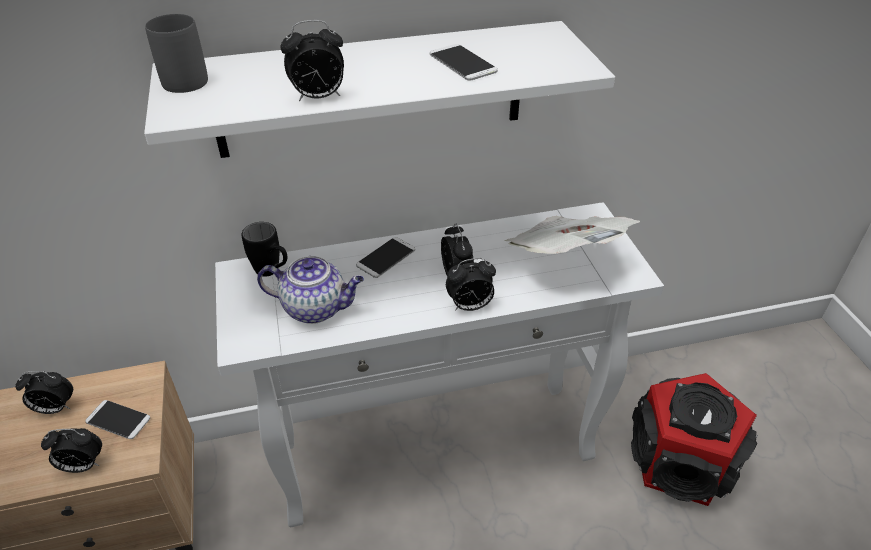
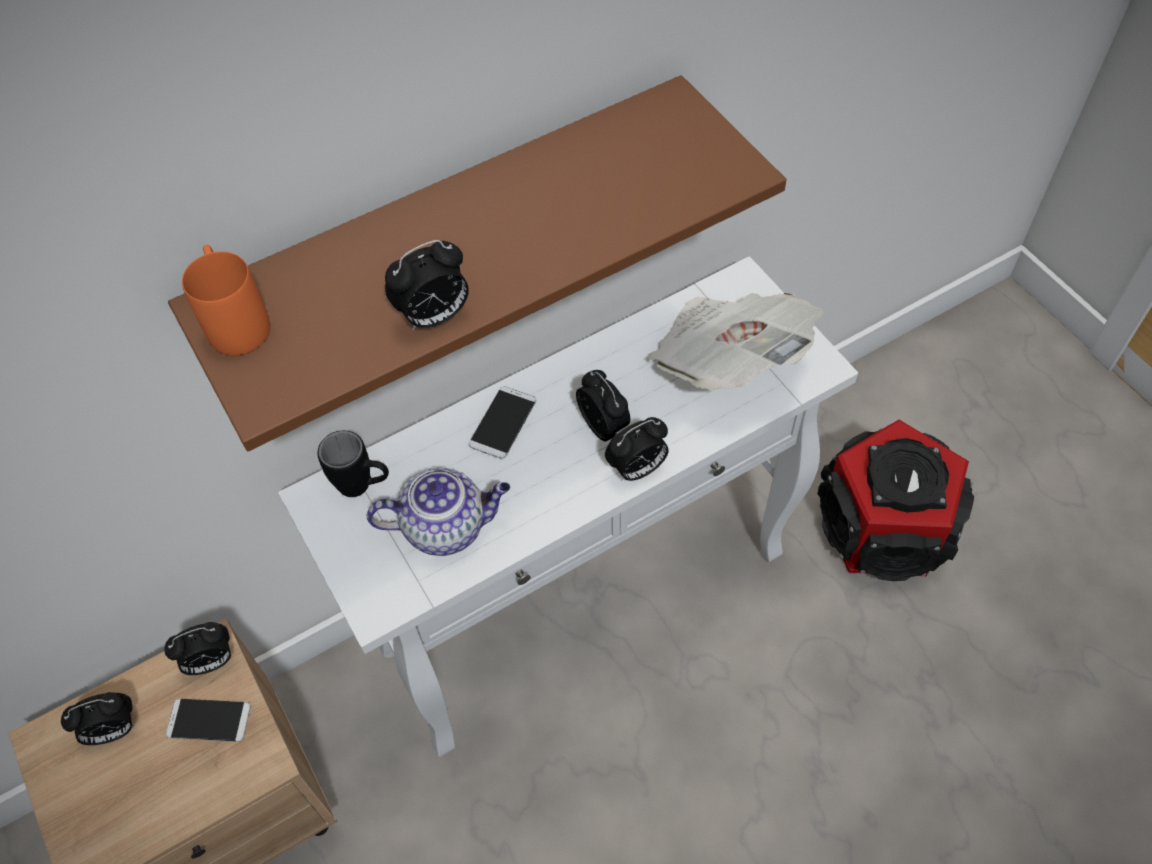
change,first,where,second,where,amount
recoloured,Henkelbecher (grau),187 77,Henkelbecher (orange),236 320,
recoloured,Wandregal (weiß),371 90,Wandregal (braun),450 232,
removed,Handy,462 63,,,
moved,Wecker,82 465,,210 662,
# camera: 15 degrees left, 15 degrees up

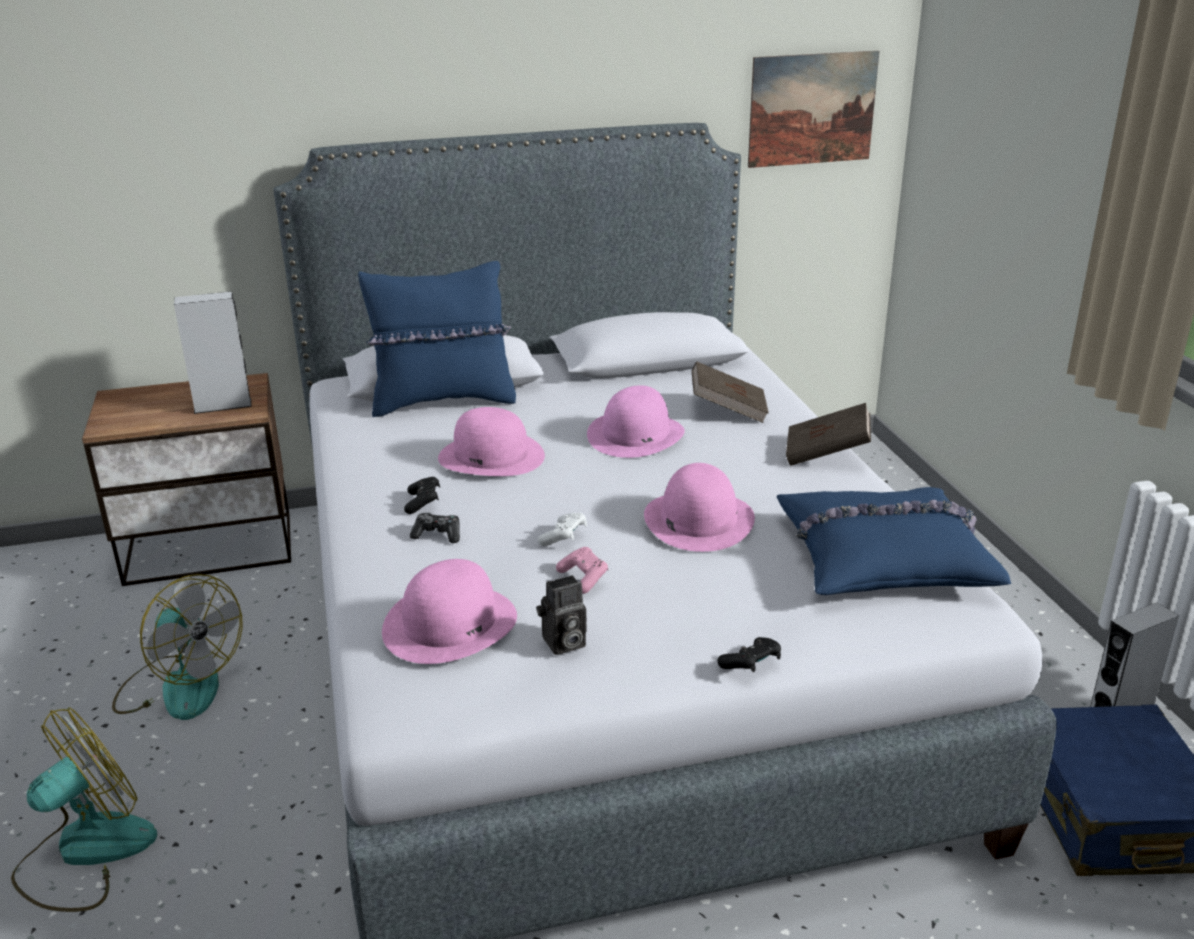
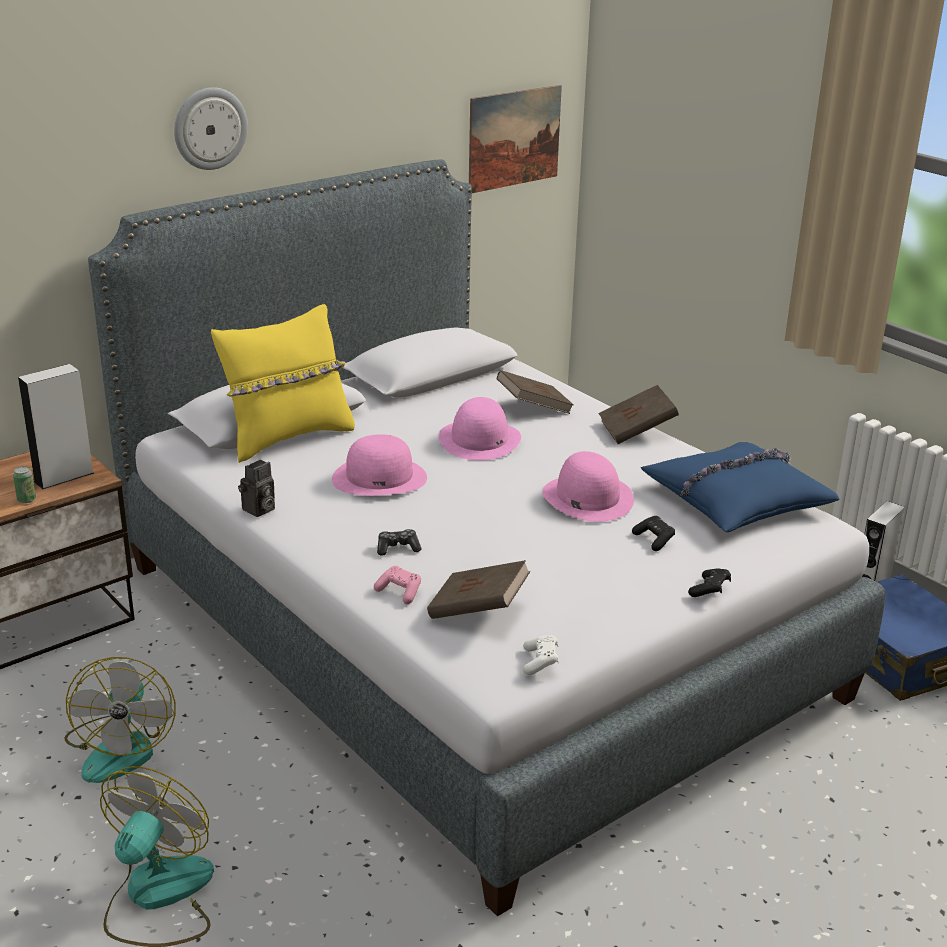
change,first,where,second,where,amount
recoloured,Kissen (blau),443 401,Kissen (gelb),288 438,
moved,Gamepad (schwarz),423 503,,654 540,
moved,Gamepad (weiß),564 538,,540 662,
moved,Gamepad (rosa),583 578,,399 592,
replaced,Hut (rosa),450 623,Buch (braun),478 610,
turned,Ventilator,180 686,,121 747,75 degrees clockwise
moved,Kamera,563 644,,258 510,
added,,,Wanduhr,209 128,
added,,,Dose,26 500,
# camera: 25 degrees left, 0 degrees up

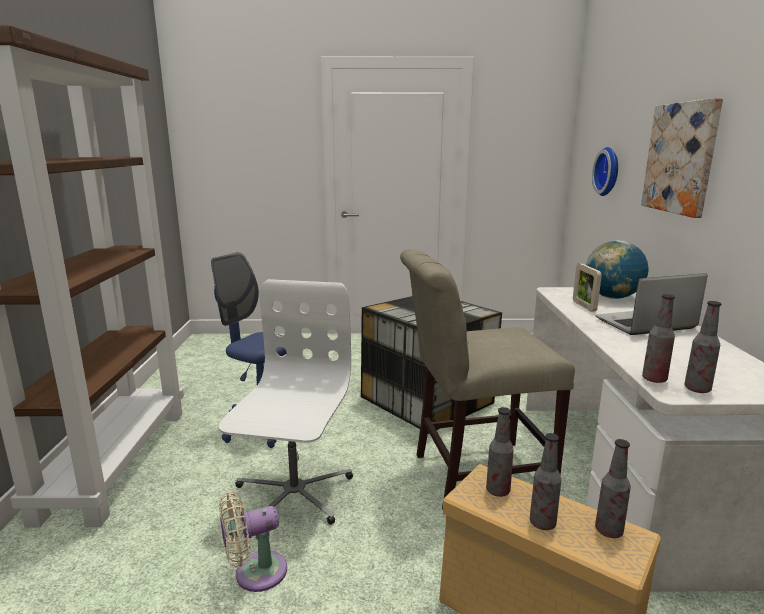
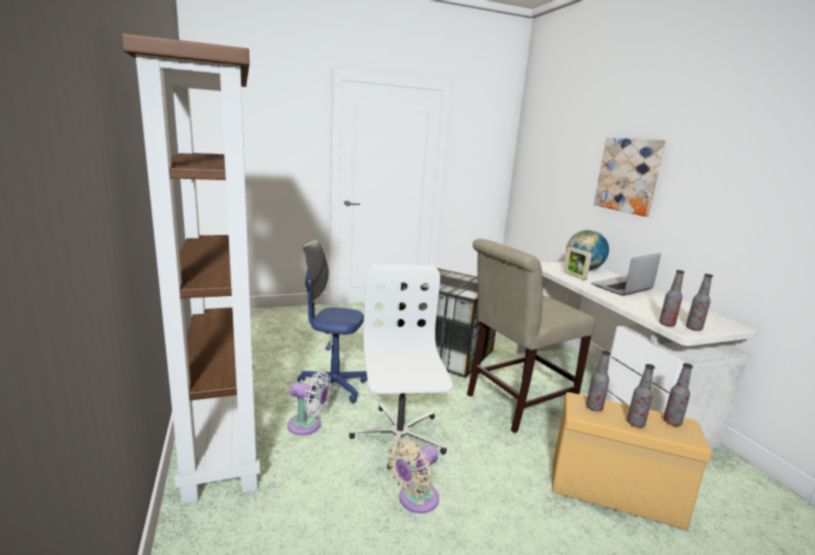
change,first,where,second,where,amount
removed,Wanduhr,609 171,,,
added,,,Ventilator (weiß),308 425,
# camera: 20 degrees left, 0 degrees up

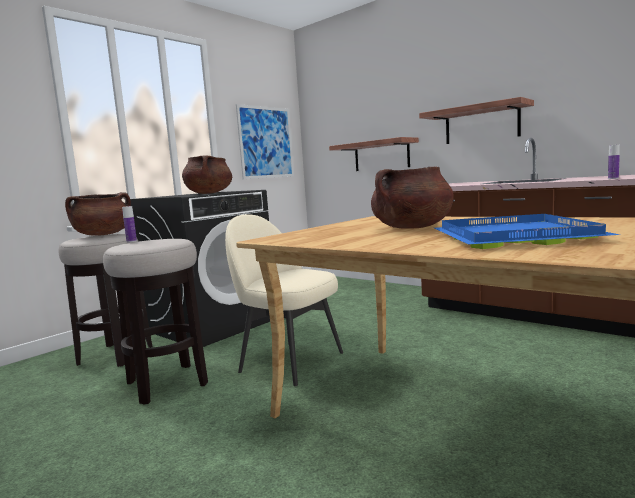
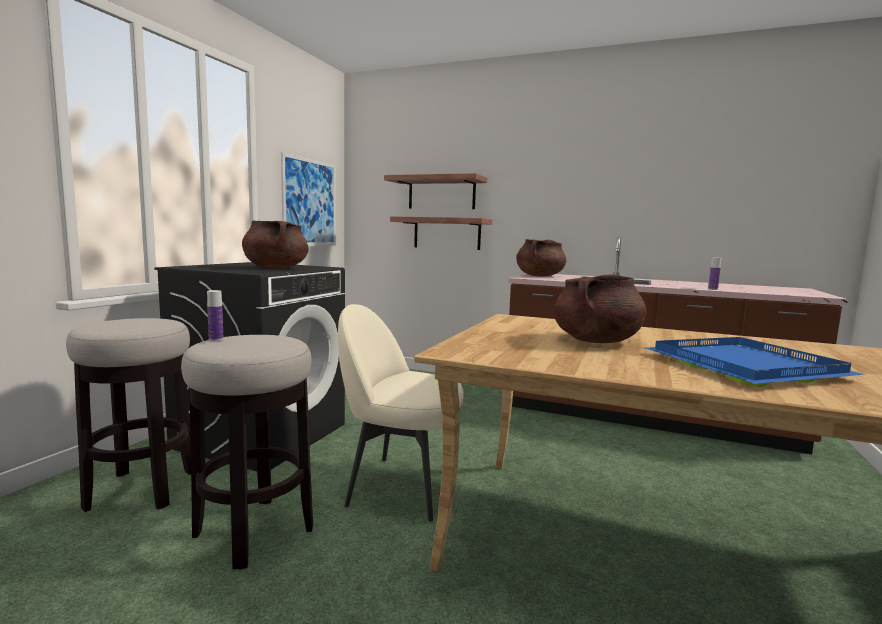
change,first,where,second,where,amount
moved,Wandregal,481 124,,441 193,
moved,Kochtopf (braun),103 235,,540 276,
# camera: 20 degrees left, 0 degrees up

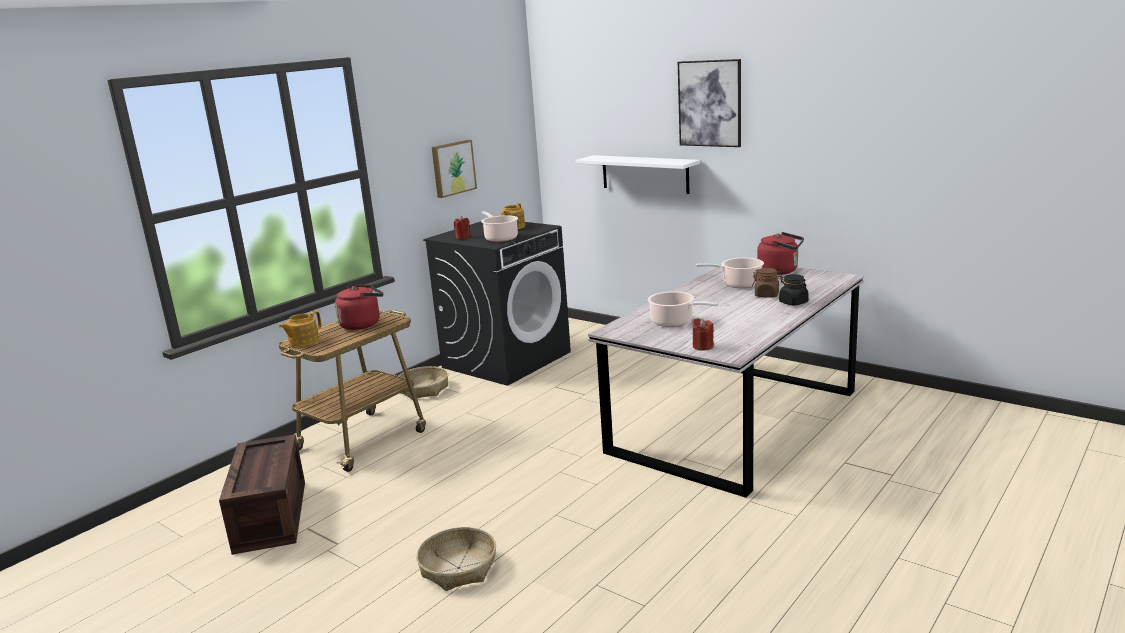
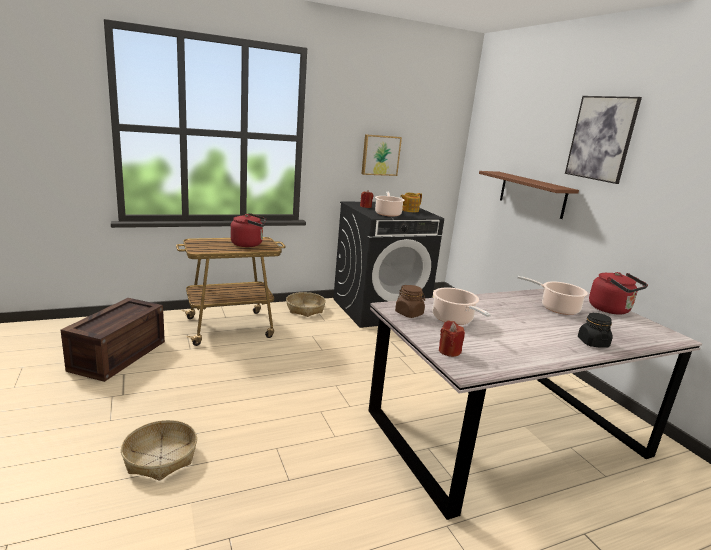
change,first,where,second,where,amount
recoloured,Wandregal (weiß),644 174,Wandregal (braun),532 194,
moved,Vorratsglas (braun),767 295,,409 313,
removed,Teekanne,303 341,,,
# camera: 25 degrees right, 0 degrees up

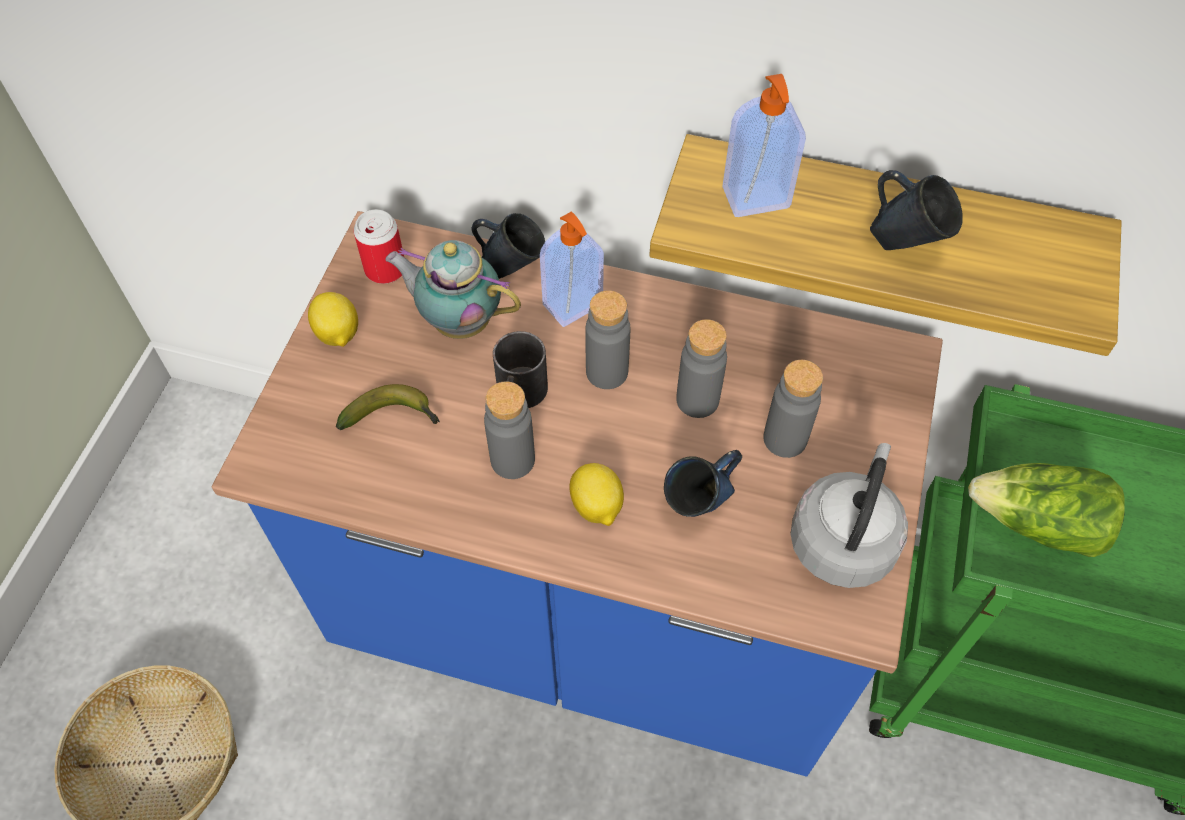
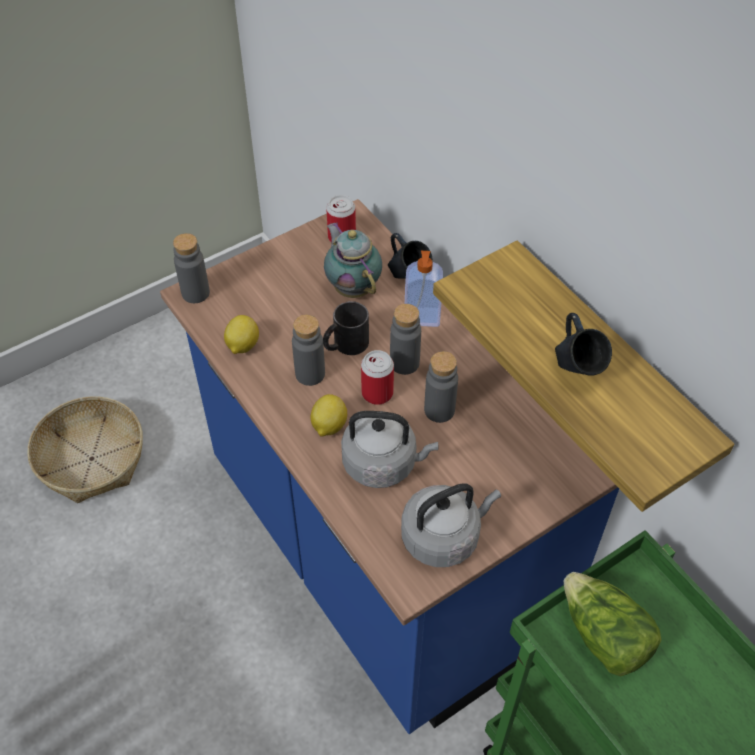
change,first,where,second,where,amount
removed,Seifenspender,756 200,,,
moved,Zitrone,337 334,,242 345,
moved,Flasche (grau),785 439,,195 293,
removed,Banane,393 417,,,
replaced,Henkelbecher (blau),700 505,Wasserkessel (grau),383 463,
added,,,Dose,377 393,
# camera: 40 degrees right, 5 degrees down

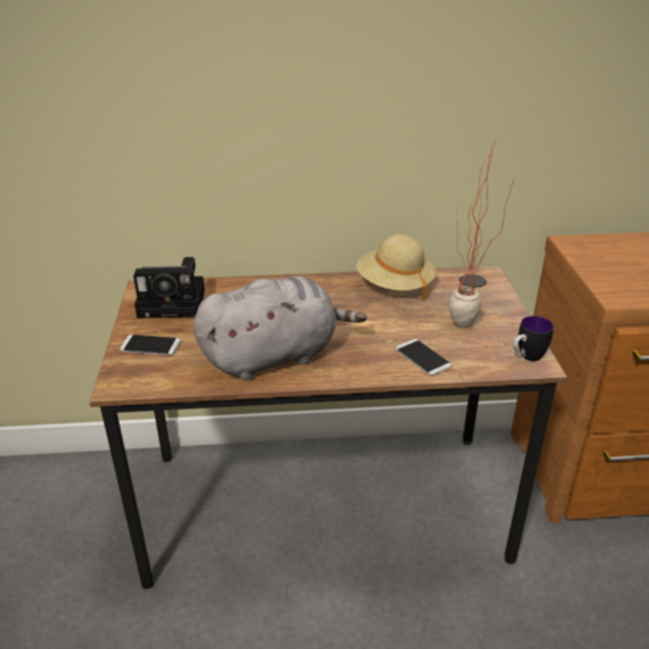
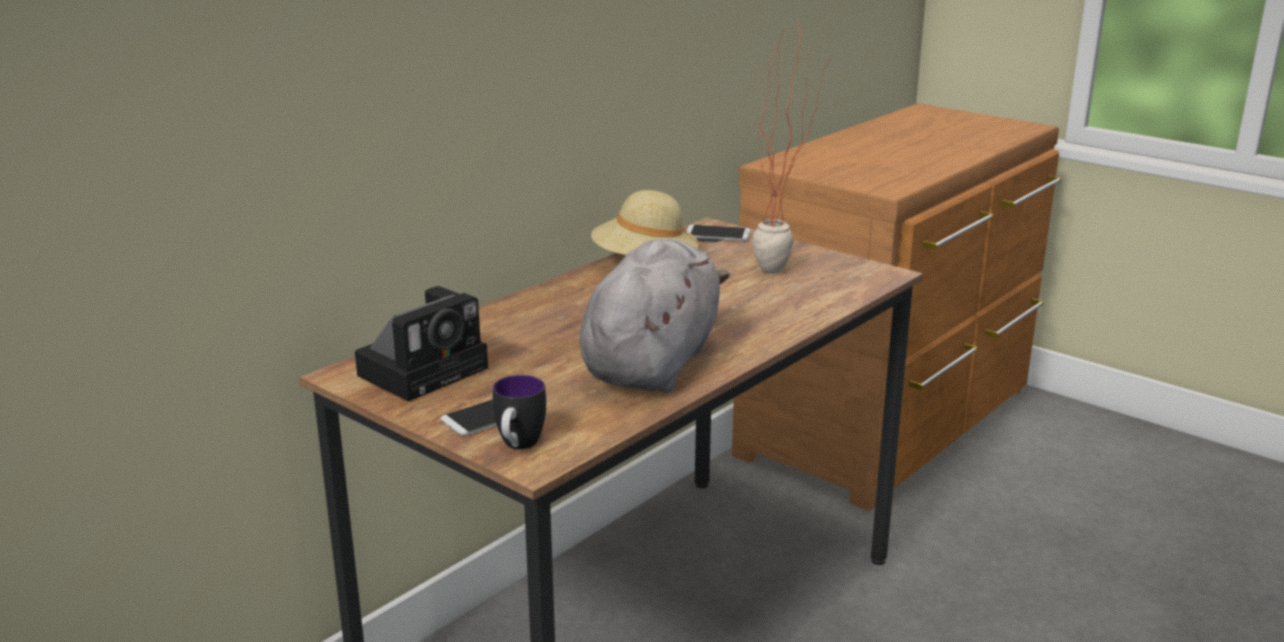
change,first,where,second,where,amount
moved,Henkelbecher,526 357,,518 446,
moved,Handy,423 357,,717 234,
# camera: 45 degrees left, 10 degrees down

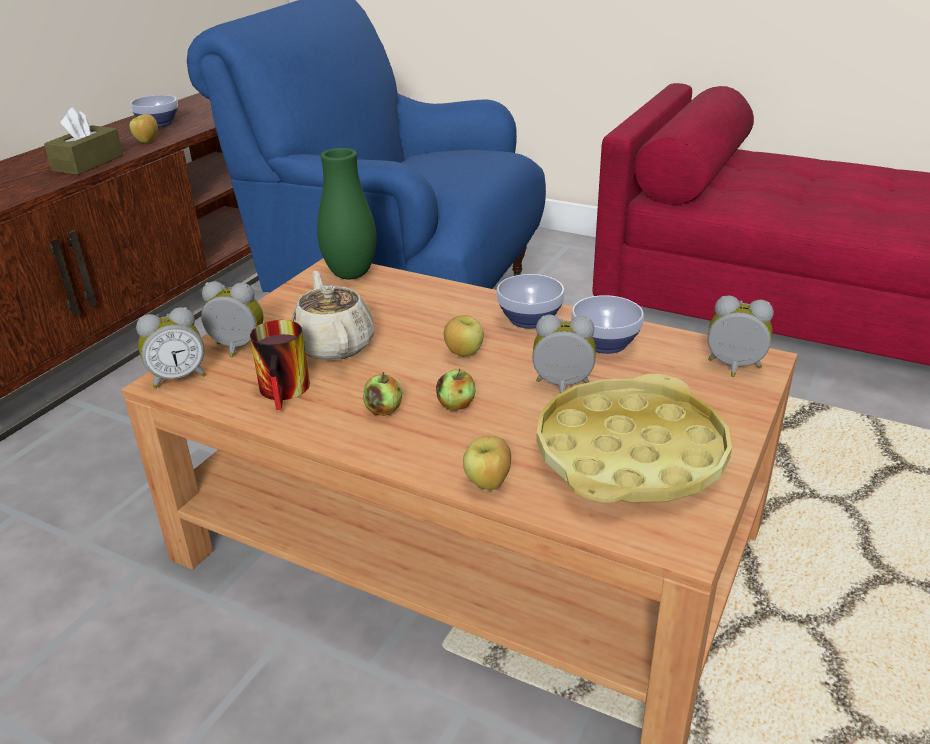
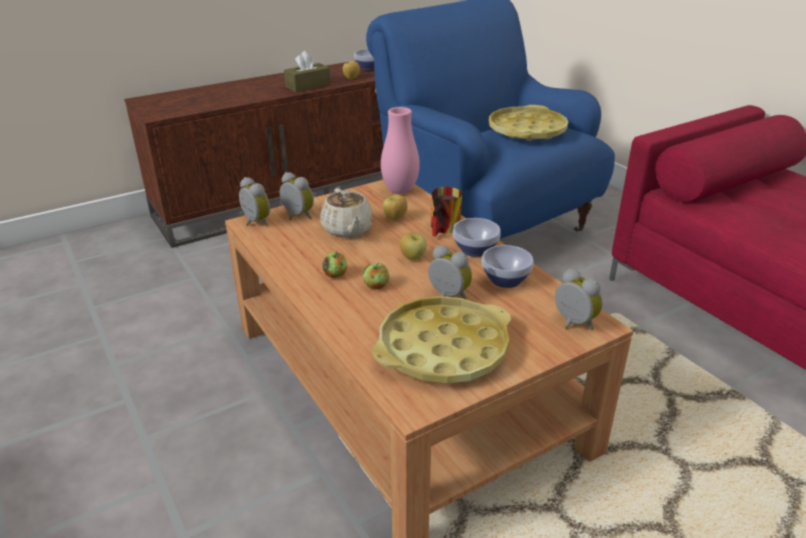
change,first,where,second,where,amount
recoloured,Vase (grün),351 274,Vase (rosa),400 191,
turned,Teekanne (beige),334 345,,347 230,150 degrees clockwise
turned,Wecker,178 377,,255 223,135 degrees counterclockwise
moved,Henkelbecher,288 391,,446 229,
moved,Apfel,488 483,,395 218,
added,,,Tablett (gelb),526 131,
# camera: 30 degrees right, 0 degrees up

